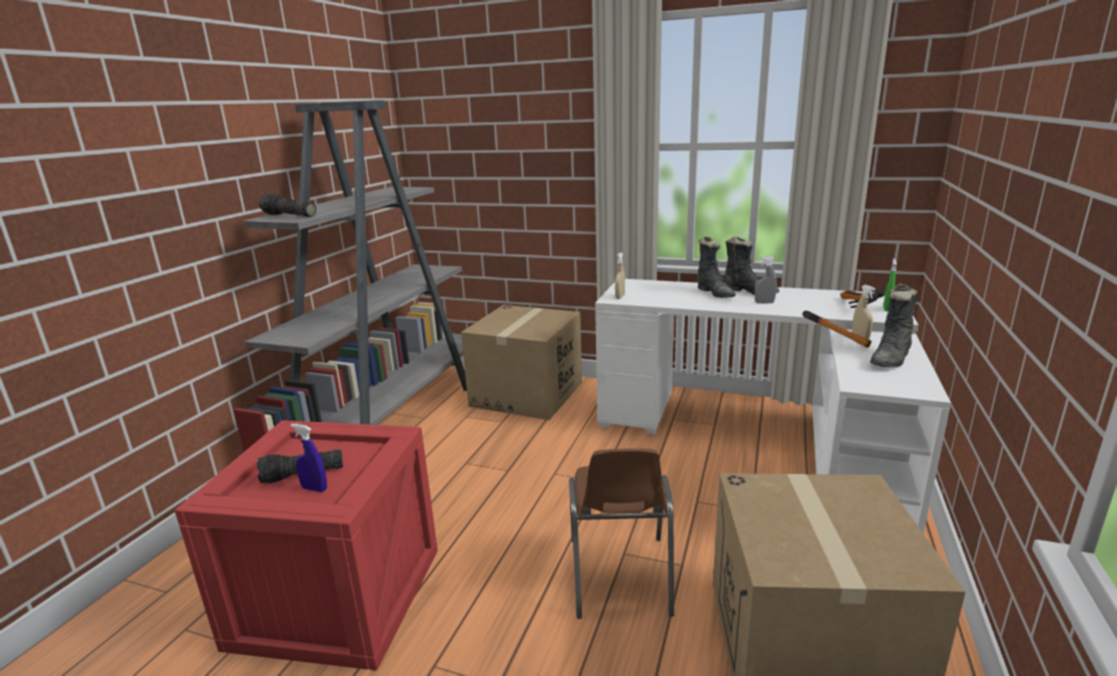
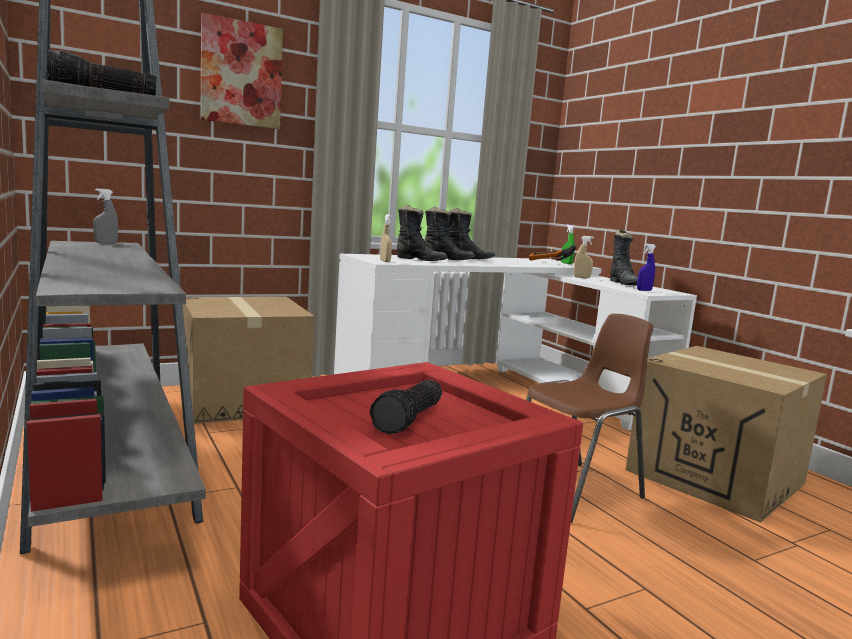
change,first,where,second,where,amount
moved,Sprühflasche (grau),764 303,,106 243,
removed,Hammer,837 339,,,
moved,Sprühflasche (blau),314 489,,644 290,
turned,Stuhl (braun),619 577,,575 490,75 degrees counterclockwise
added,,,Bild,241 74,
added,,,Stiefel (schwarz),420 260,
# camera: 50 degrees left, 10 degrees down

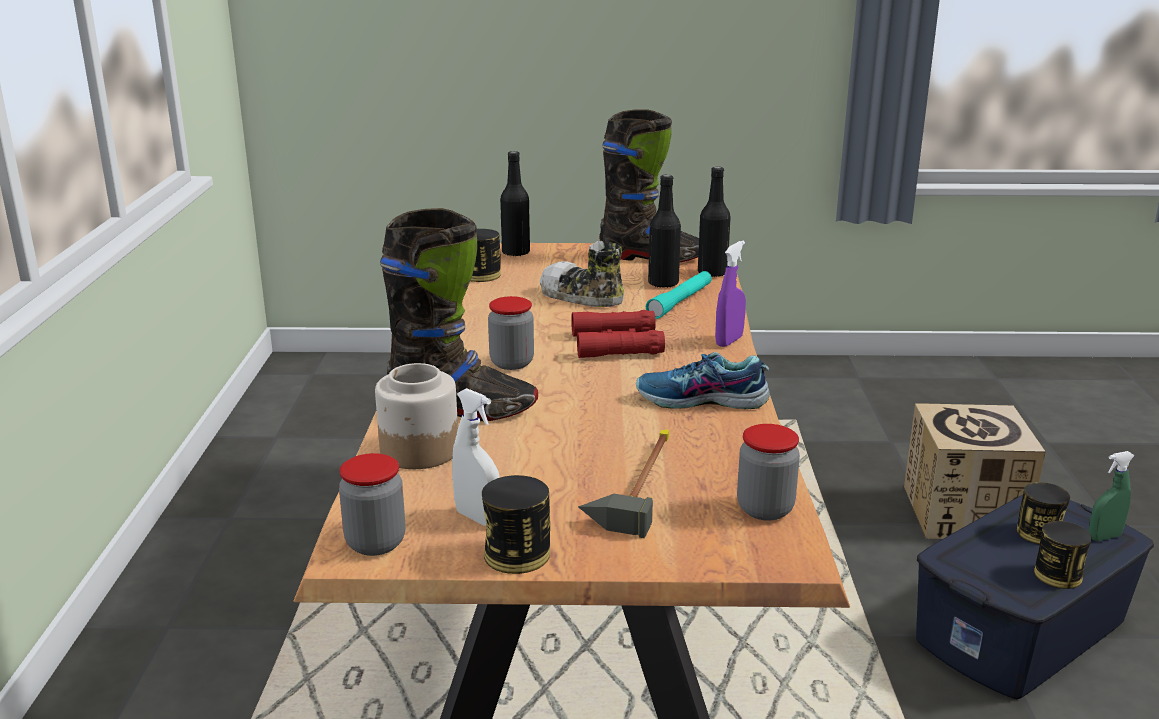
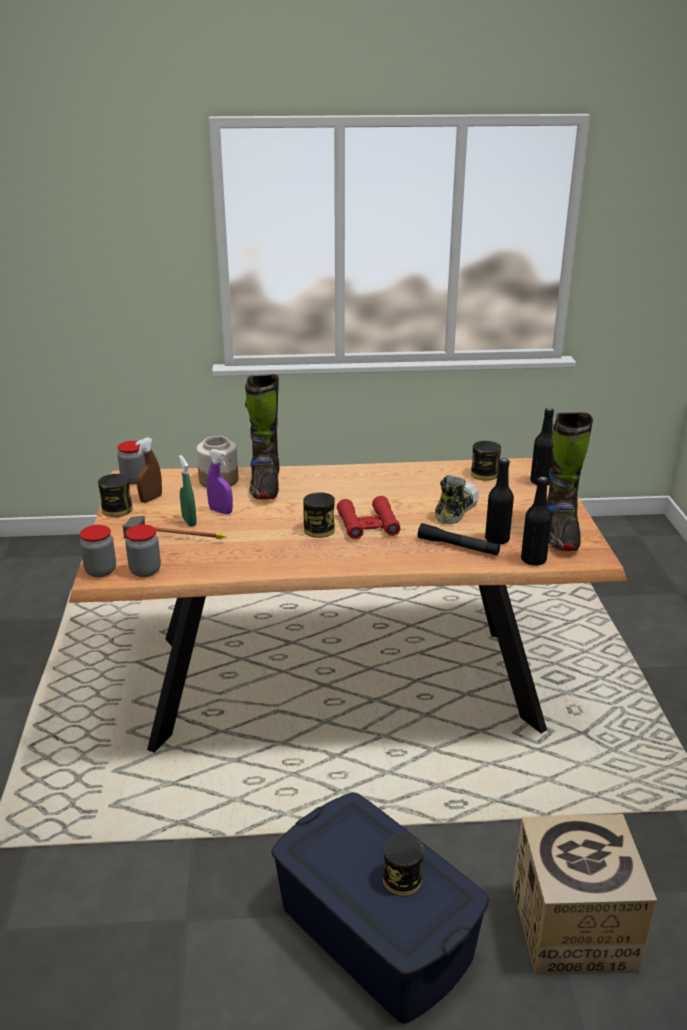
change,first,where,second,where,amount
moved,Sprühflasche (lila),729 341,,221 511,
recoloured,Taschenlampe (türkis),680 302,Taschenlampe (schwarz),458 546,
moved,Vorratsglas,511 363,,100 571,
removed,Schuh,701 400,,,
recoloured,Sprühflasche (weiß),477 518,Sprühflasche (braun),151 499,
moved,Sprühflasche (grün),1104 537,,189 521,
moved,Dose,1058 575,,319 529,
# camera: 85 degrees right, 5 degrees up

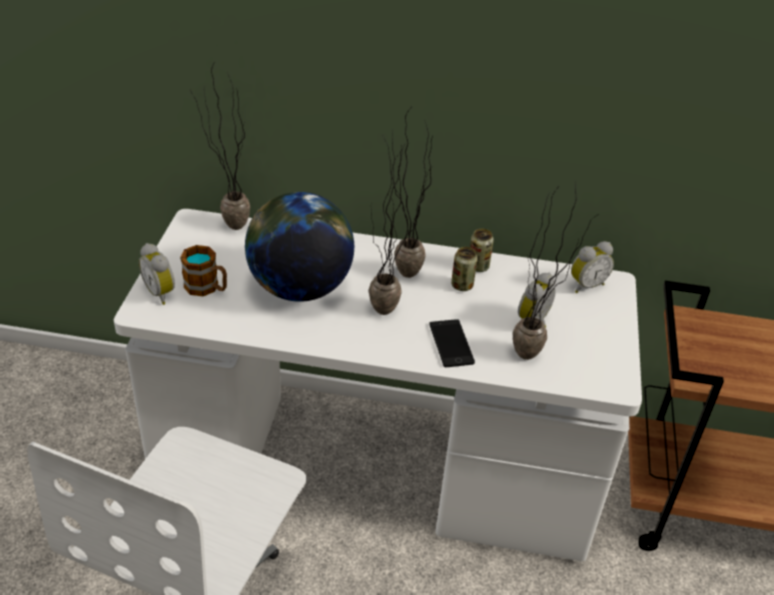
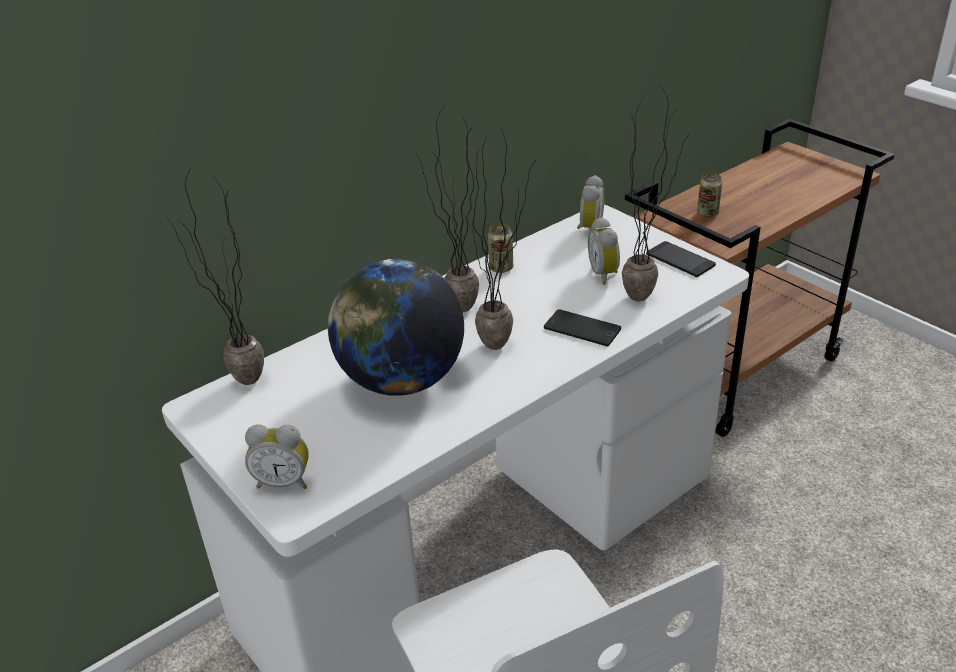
change,first,where,second,where,amount
removed,Henkelbecher,207 288,,,
moved,Dose,462 285,,707 213,
added,,,Handy,680 260,
# camera: 45 degrees left, 5 degrees down

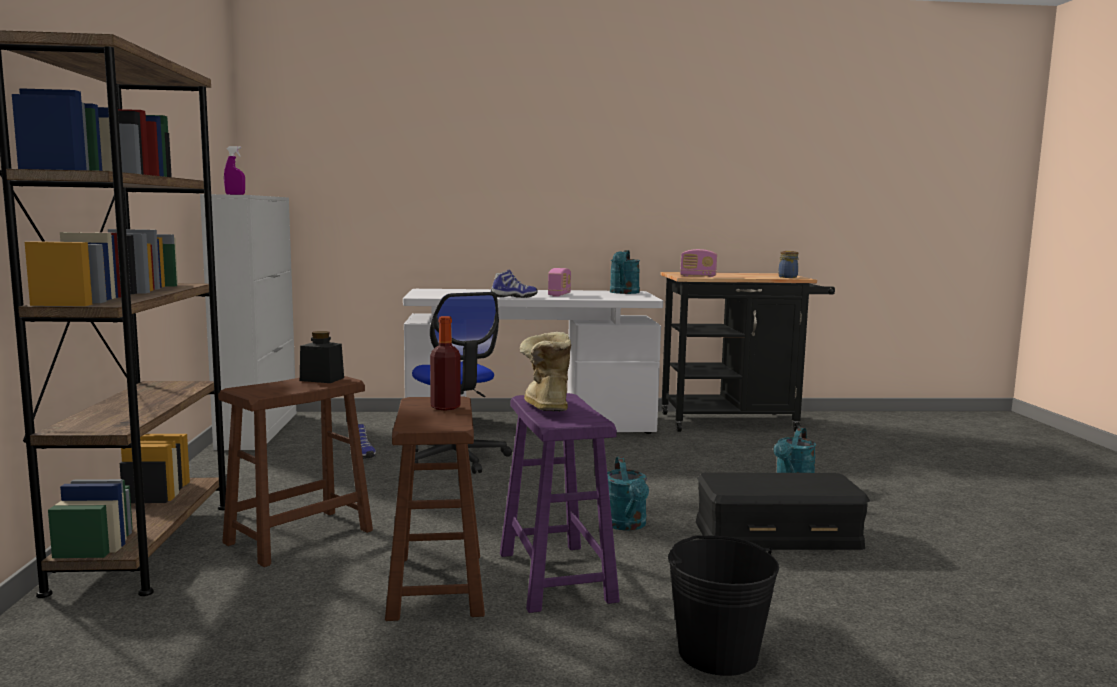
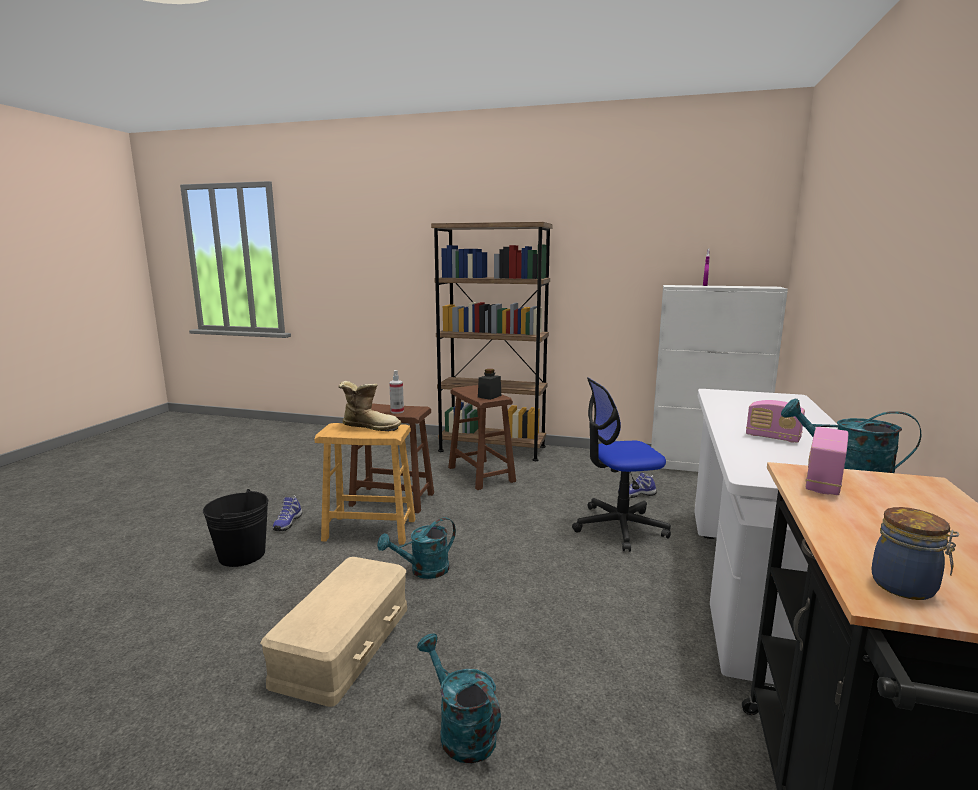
change,first,where,second,where,amount
moved,Schuh,514 297,,287 523,
replaced,Flasche,445 407,Sprühflasche,397 411,
recoloured,Hocker (lila),555 577,Hocker (braun),370 529,
turned,Gießkanne (türkis),626 525,,423 571,45 degrees counterclockwise
recoloured,Aufbewahrungsbox (schwarz),777 533,Aufbewahrungsbox (beige),345 644,
# camera: 110 degrees right, 5 degrees up

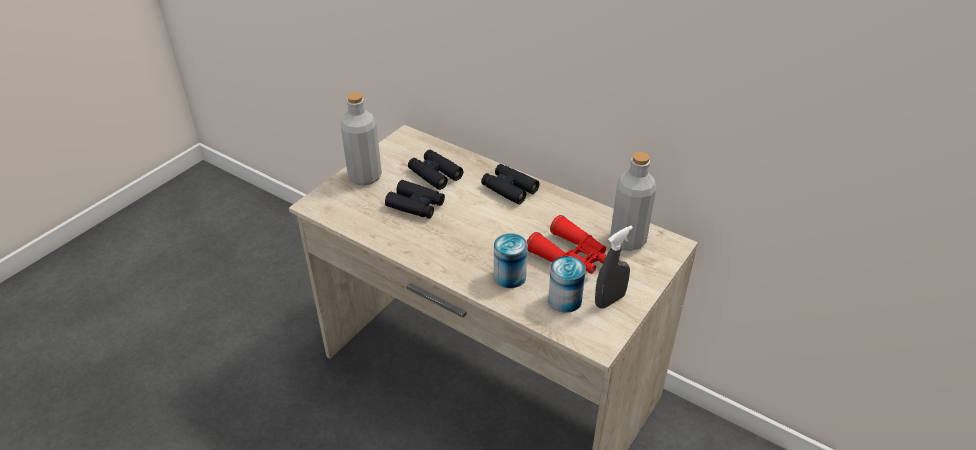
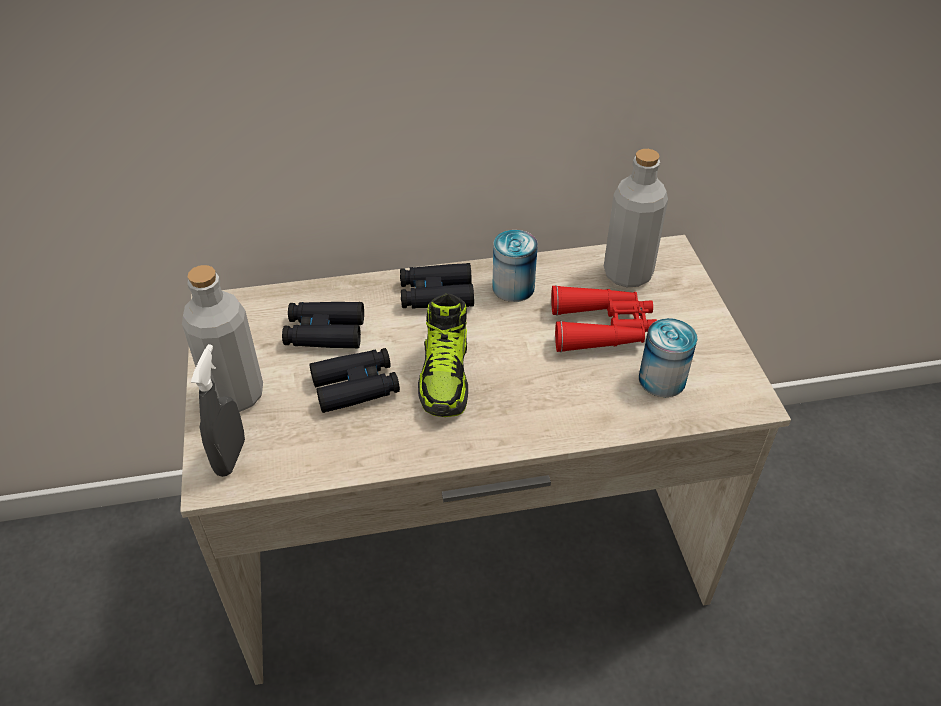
change,first,where,second,where,amount
moved,Sprühflasche (grau),609 300,,230 457,
moved,Dose,509 276,,513 287,
added,,,Schuh,446 377,
# camera: 45 degrees left, 5 degrees up

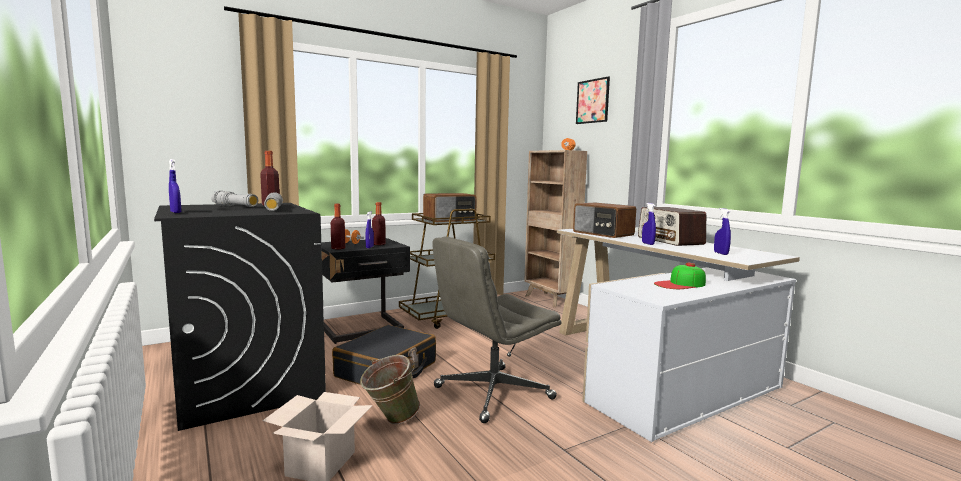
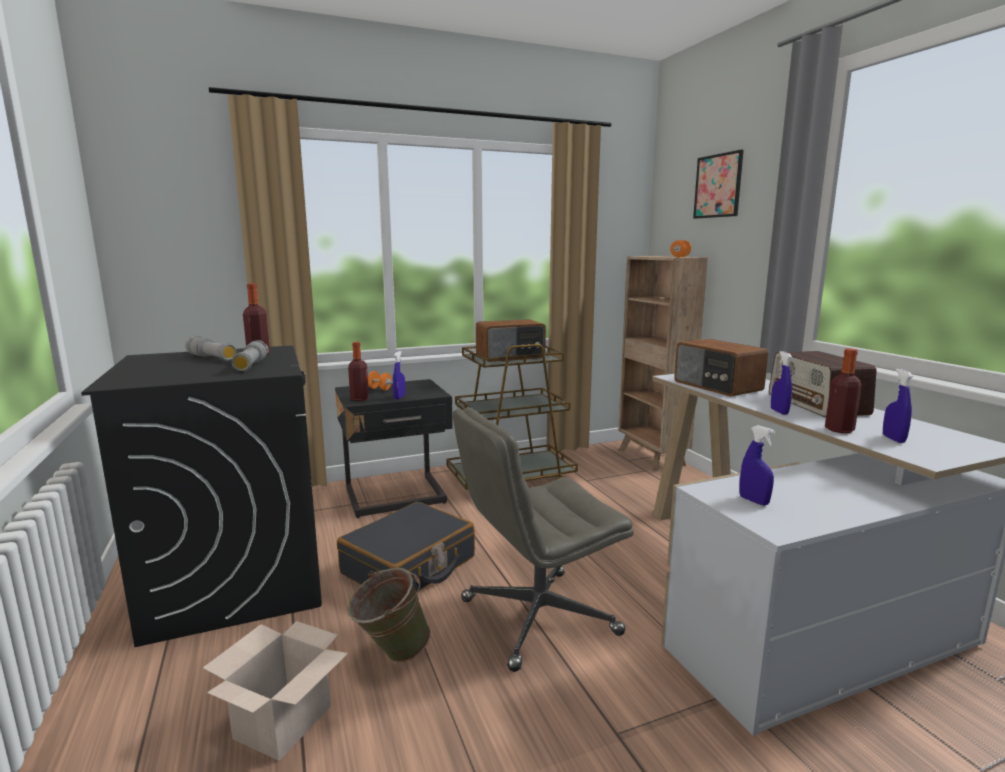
change,first,where,second,where,amount
moved,Sprühflasche (blau),175 212,,754 501,
moved,Flasche,379 244,,839 430,
removed,Kappe,680 284,,,
# camera: 10 degrees right, 5 degrees up

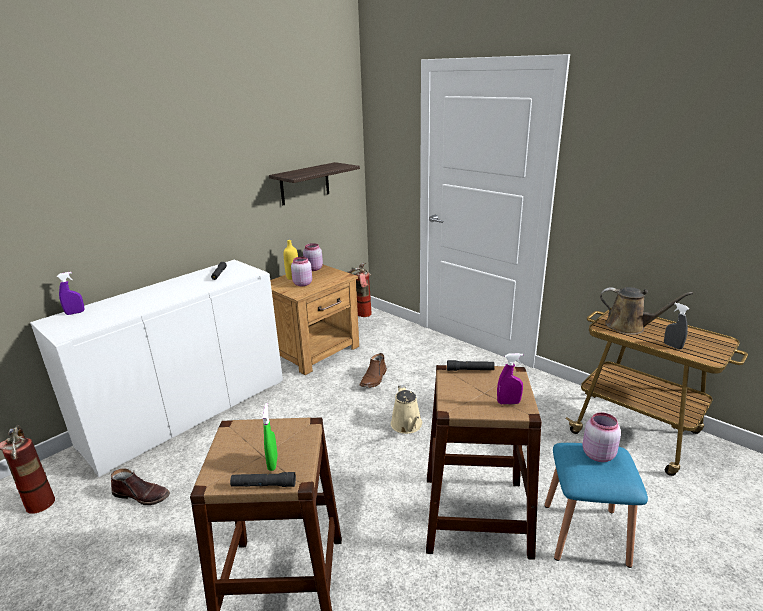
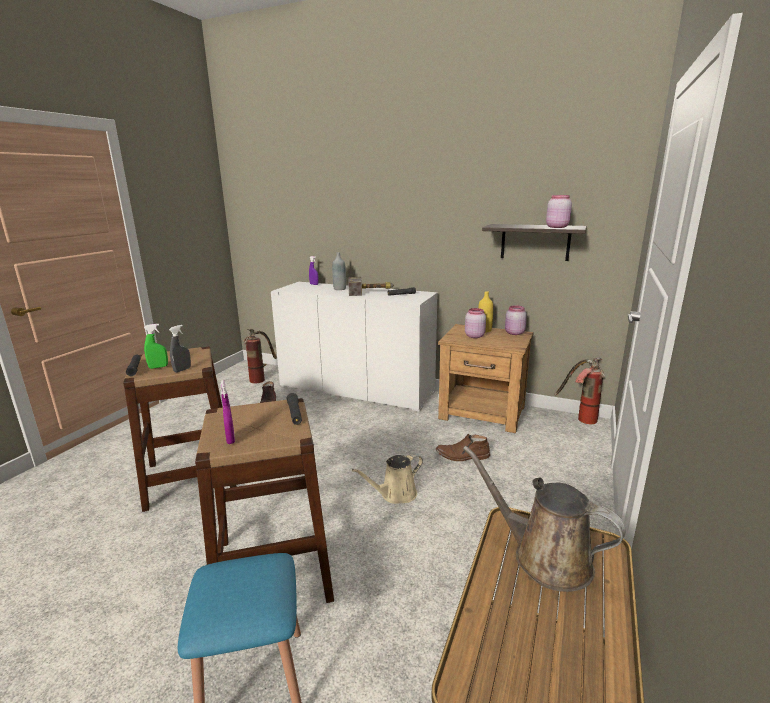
change,first,where,second,where,amount
turned,Gießkanne (braun),629 326,,544 558,120 degrees clockwise
moved,Sprühflasche (grau),672 346,,182 370,
moved,Vorratsglas (rosa),597 454,,557 227,
added,,,Flasche (grau),339 289,
added,,,Hammer,371 292,
# camera: 70 degrees right, 5 degrees down

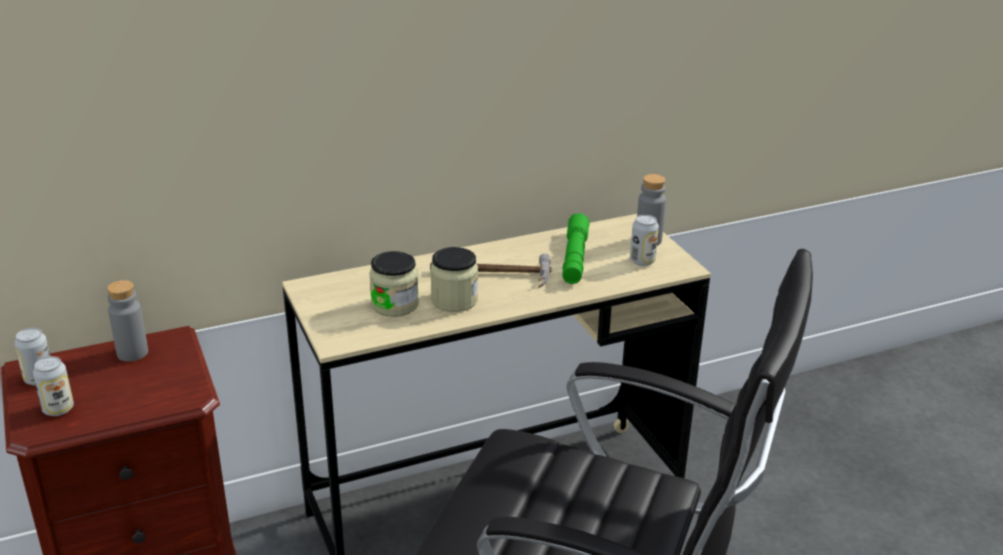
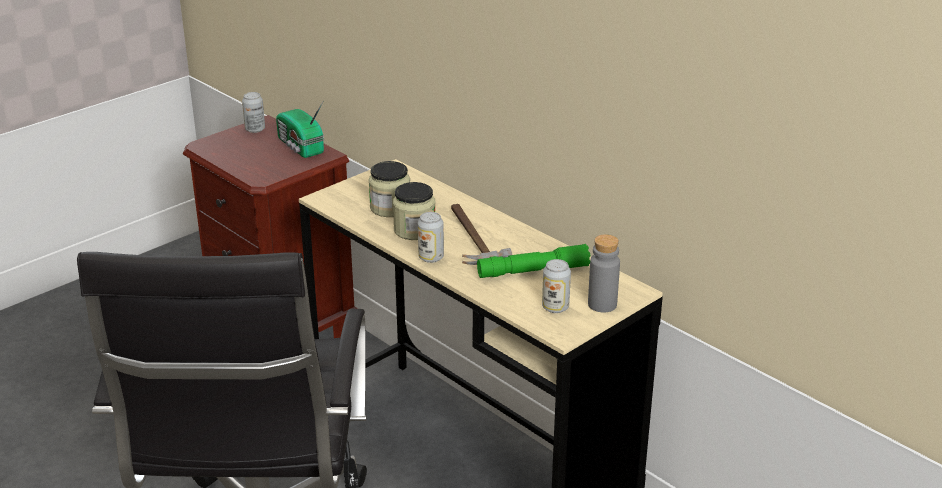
change,first,where,second,where,amount
replaced,Flasche (grau),132 353,Radio,300 147,
moved,Dose,58 409,,431 257,
# camera: 70 degrees right, 0 degrees up

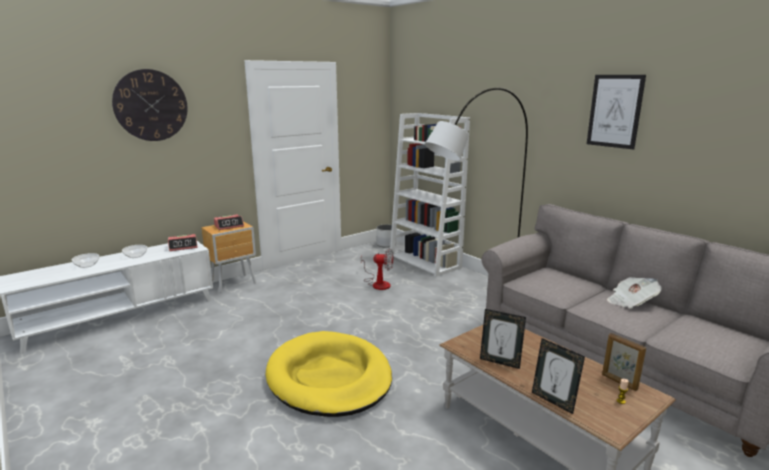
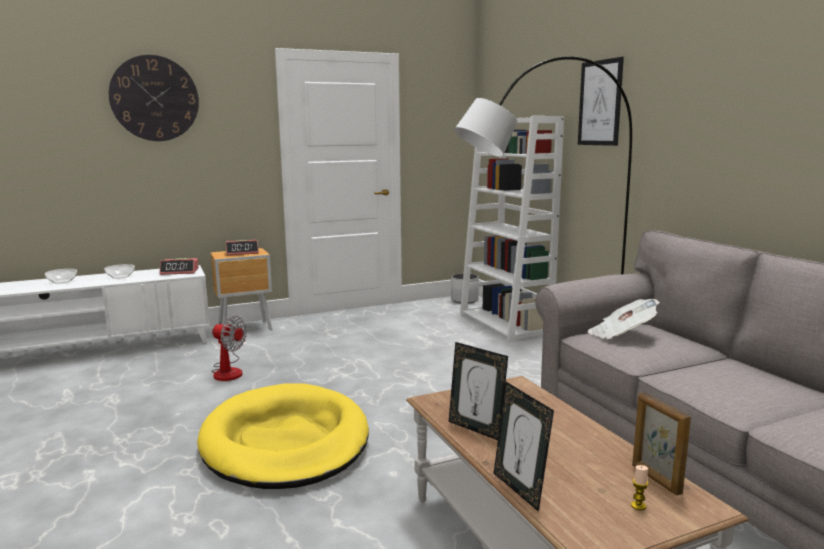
change,first,where,second,where,amount
moved,Bild,615 111,,600 103,
moved,Ventilator,378 283,,228 371,
moved,Zeitung,631 302,,621 335,
# camera: 15 degrees right, 5 degrees down

